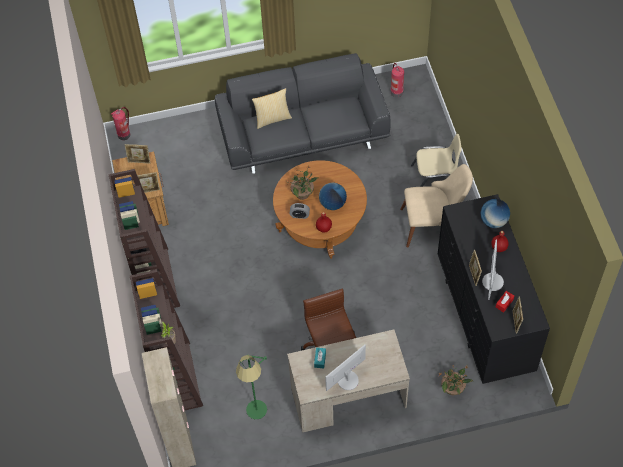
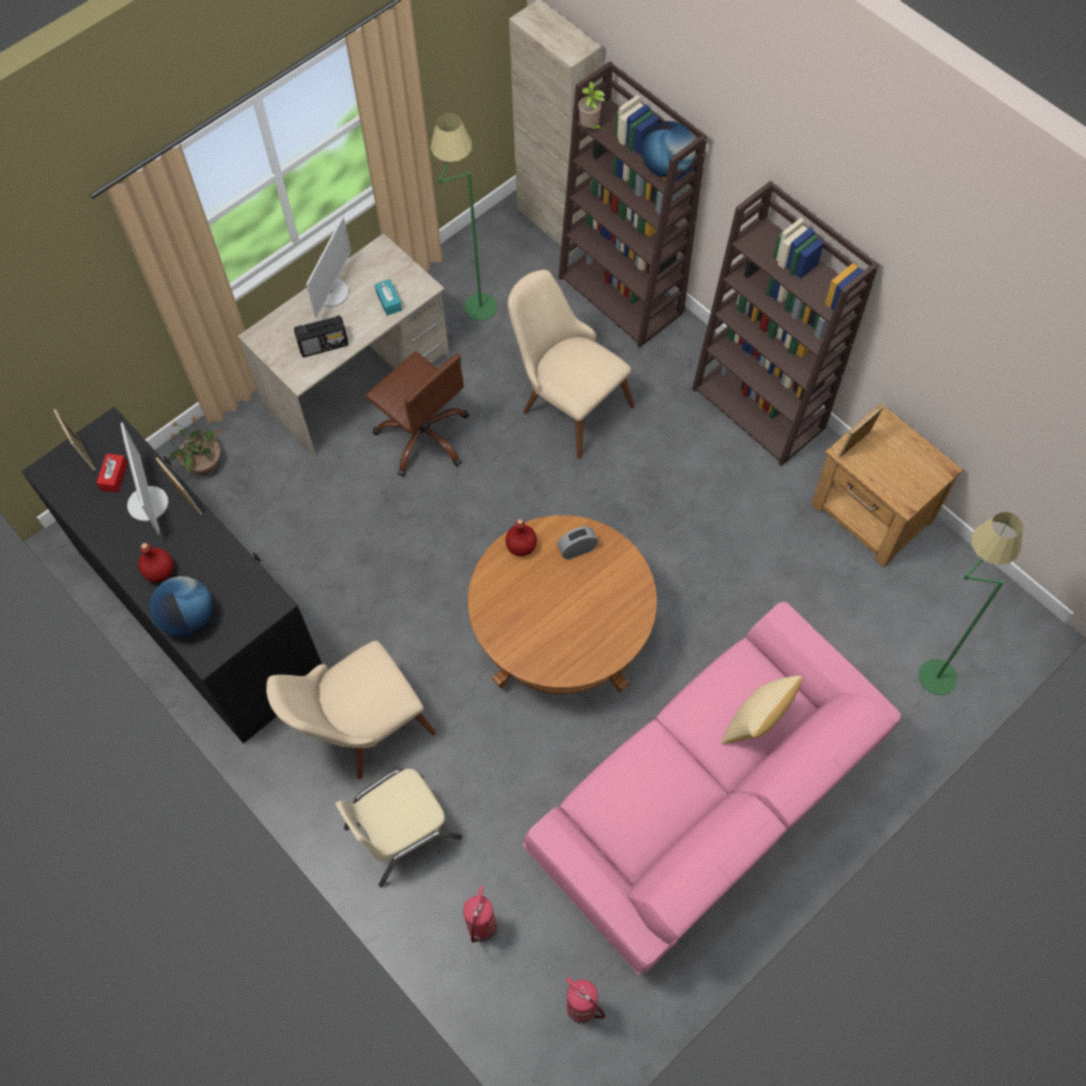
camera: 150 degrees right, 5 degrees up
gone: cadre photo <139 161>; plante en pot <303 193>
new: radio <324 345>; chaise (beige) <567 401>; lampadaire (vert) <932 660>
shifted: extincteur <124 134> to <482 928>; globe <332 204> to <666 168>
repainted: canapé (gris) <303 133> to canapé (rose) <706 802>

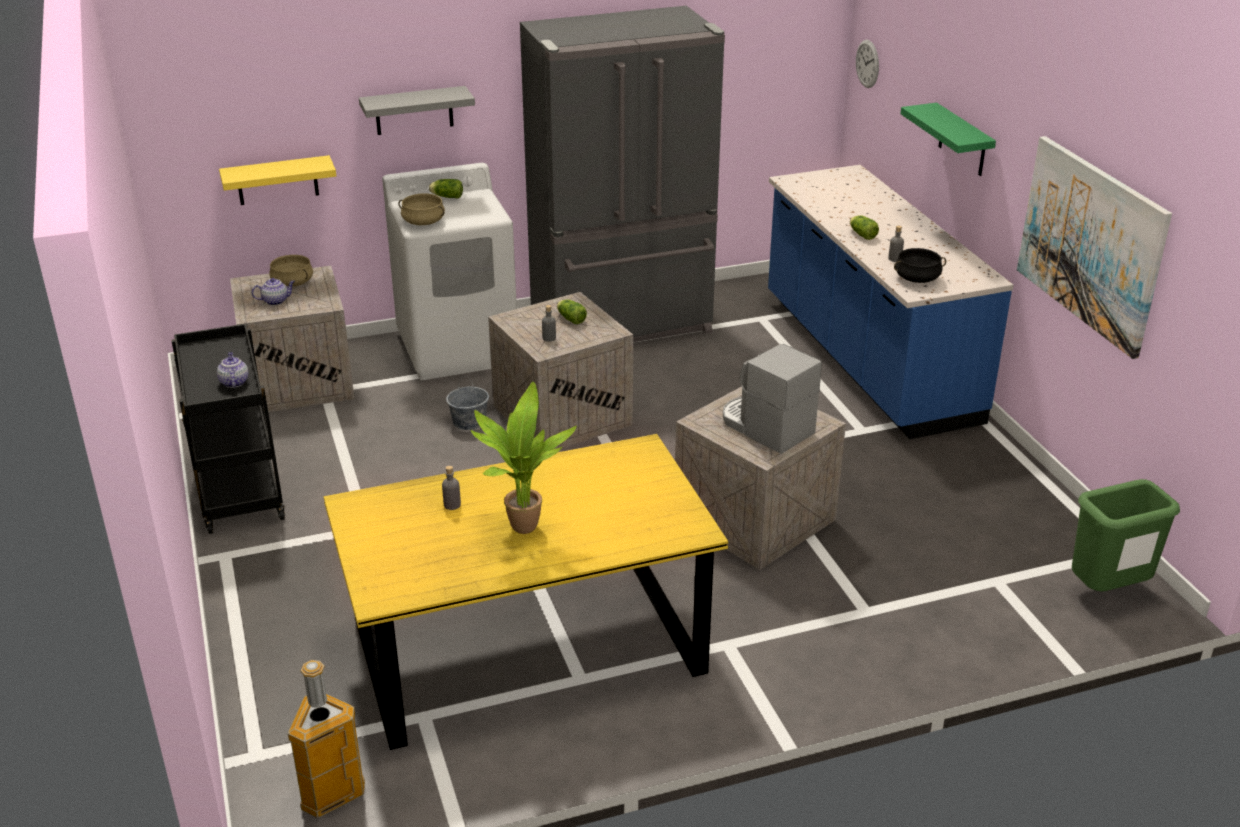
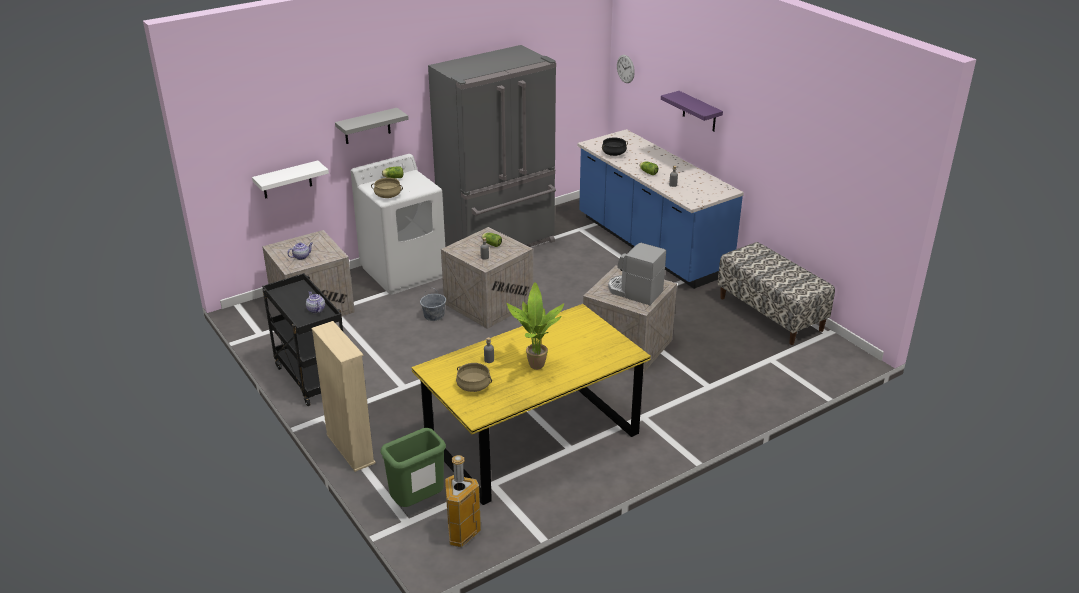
camera: 15 degrees left, 0 degrees up
gone: tableau <1090 243>
new: bibliothèque (beige) <350 449>; banc <771 314>
shifted: marmite (beige) <293 282> to <474 386>; marmite (noir) <917 278> to <614 154>; poubelle (vert) <1107 592> to <418 503>
repainted: étagère (jaune) <277 180> to étagère (blanc) <287 180>; étagère (vert) <962 141> to étagère (violet) <699 112>

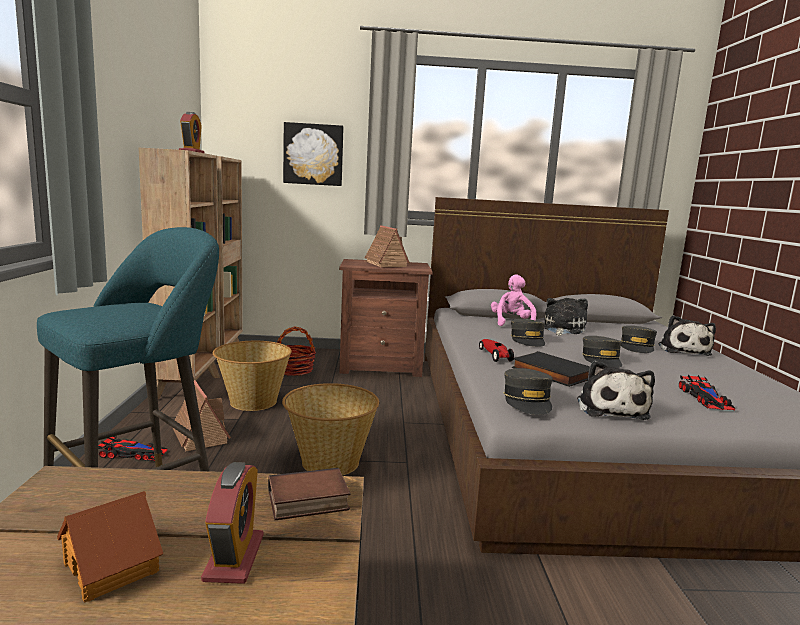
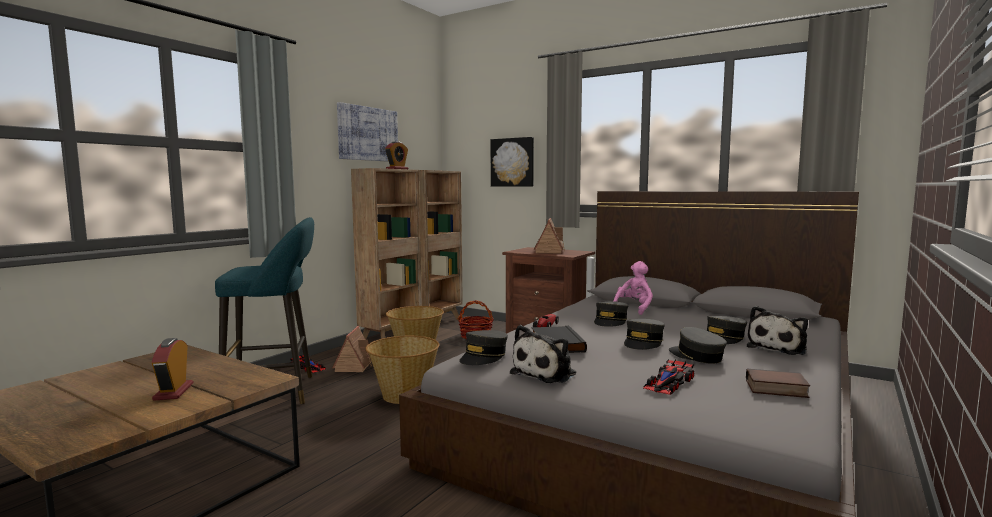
camera: 35 degrees right, 5 degrees down
gone: maison miniature <112 566>; peluche <562 329>
new: tableau <368 134>; casquette (gris) <696 356>
shifted: livre <307 502> to <775 389>
rotated: réveil <234 558> = <173 392> 135 degrees clockwise

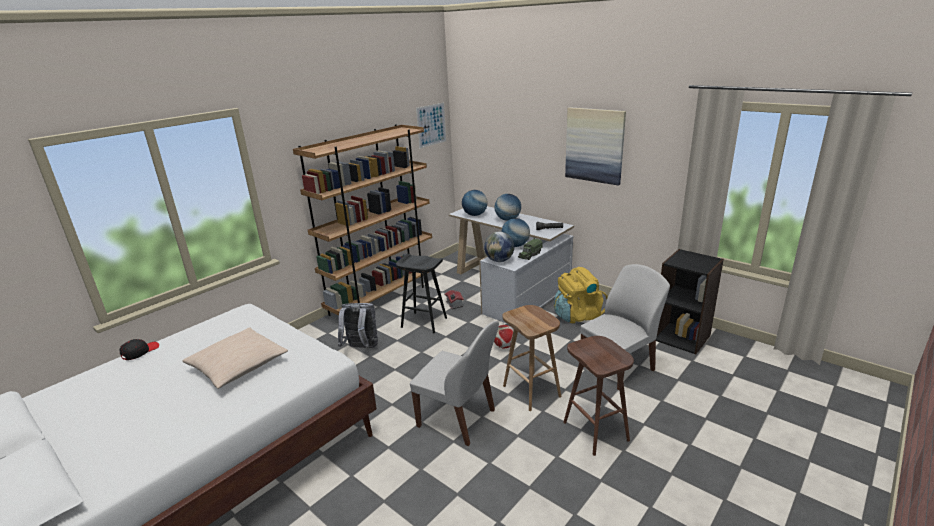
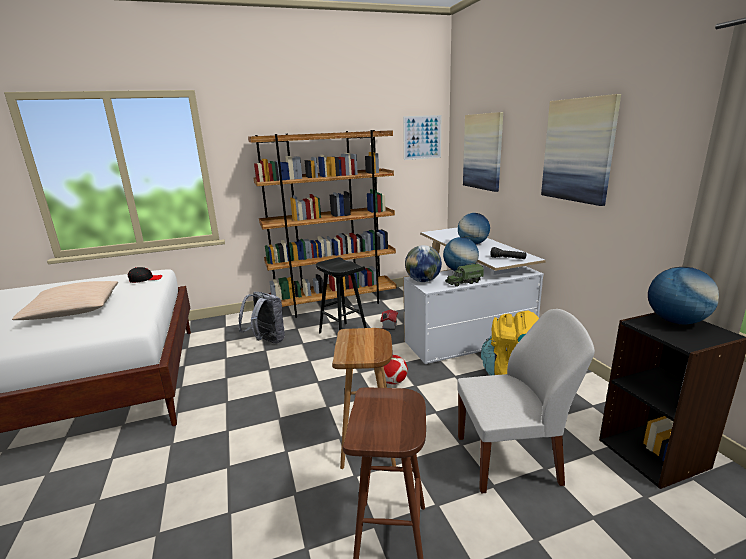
camera: 30 degrees right, 5 degrees down
gone: chaise (blanc) <458 419>
new: tableau <483 151>
shifted: casquette (noir) <140 352> to <145 279>; globe <475 215> to <676 321>

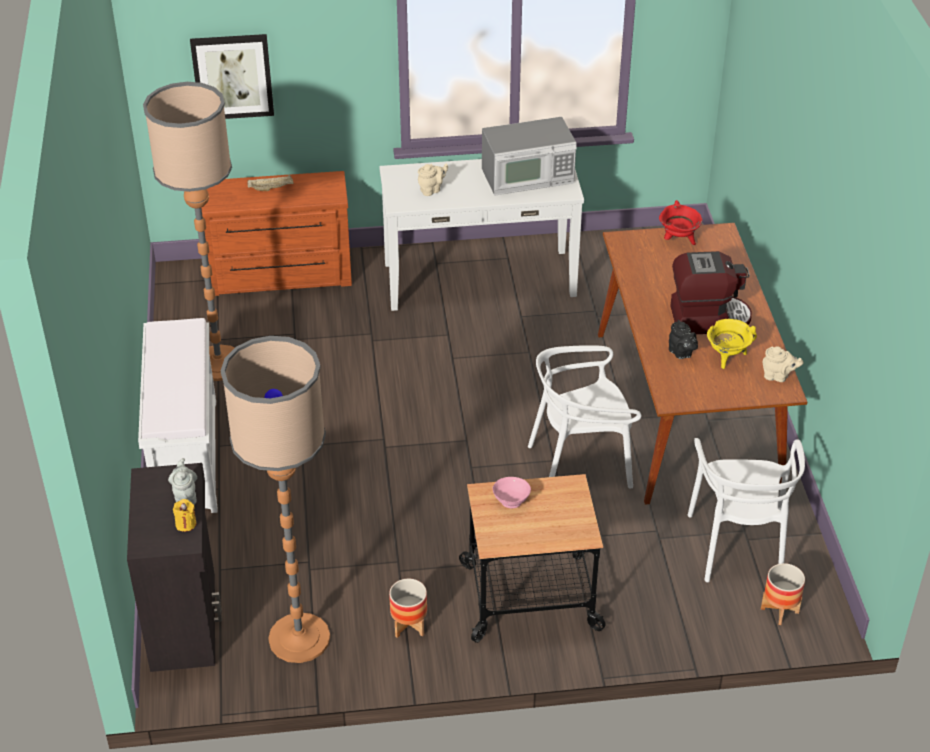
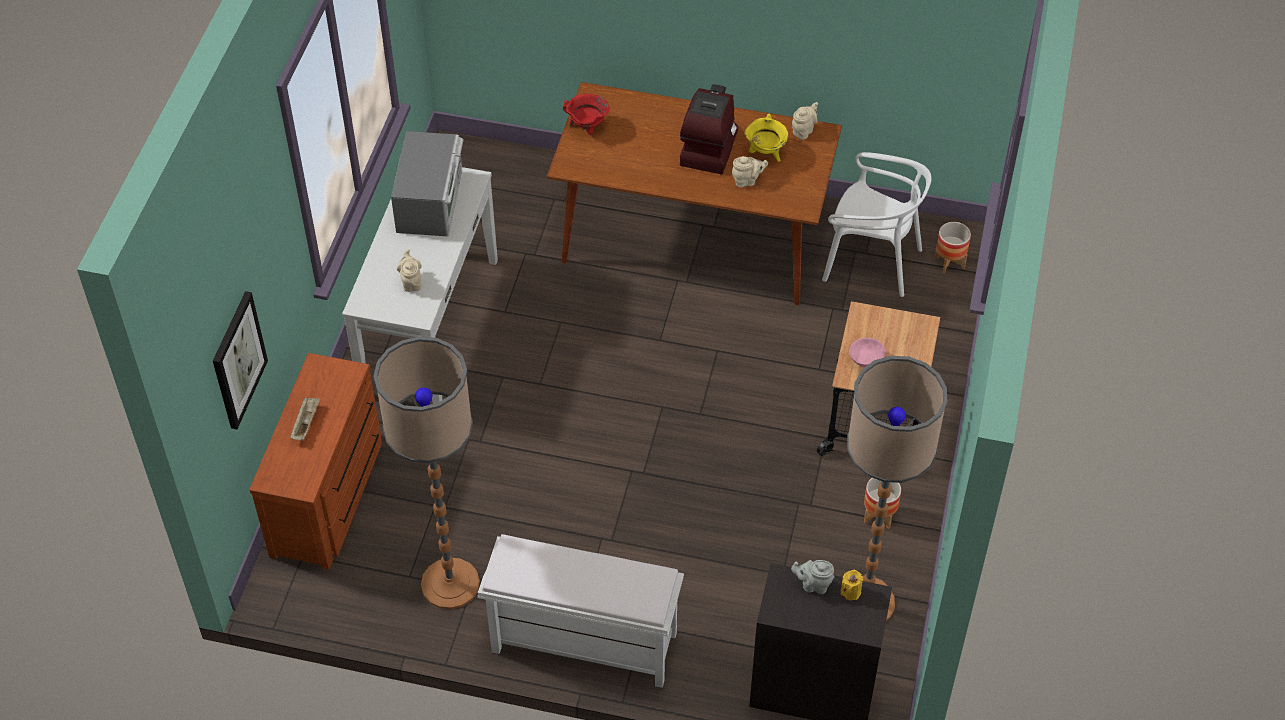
camera: 70 degrees left, 10 degrees up
gone: chaise (blanc) <580 463>
repainted: théière (noir) <681 353> to théière (beige) <747 181>

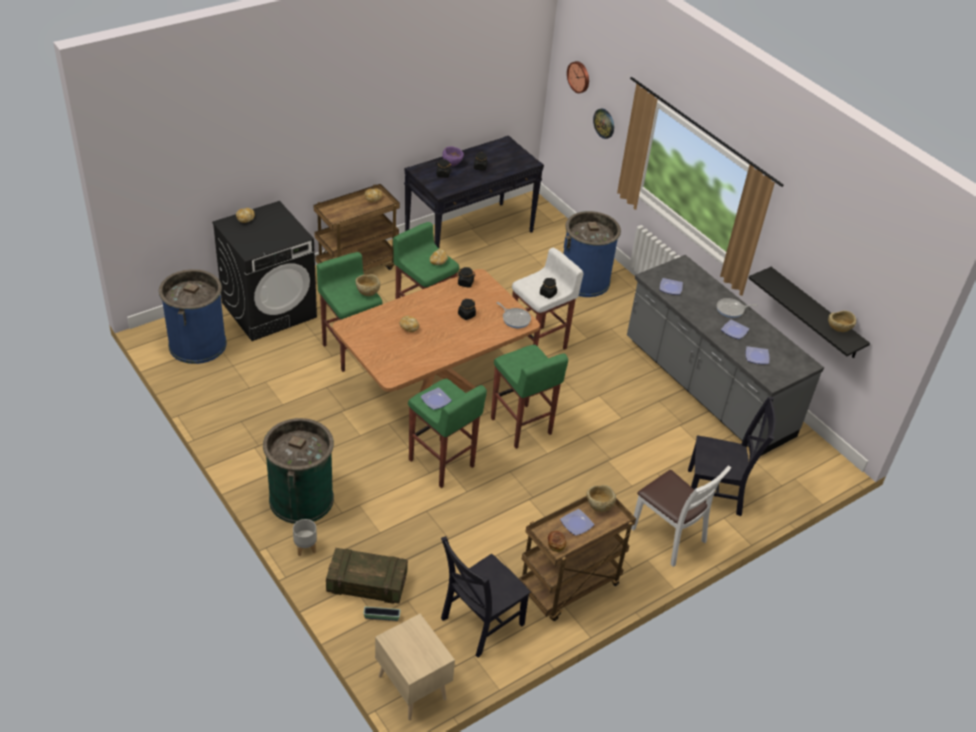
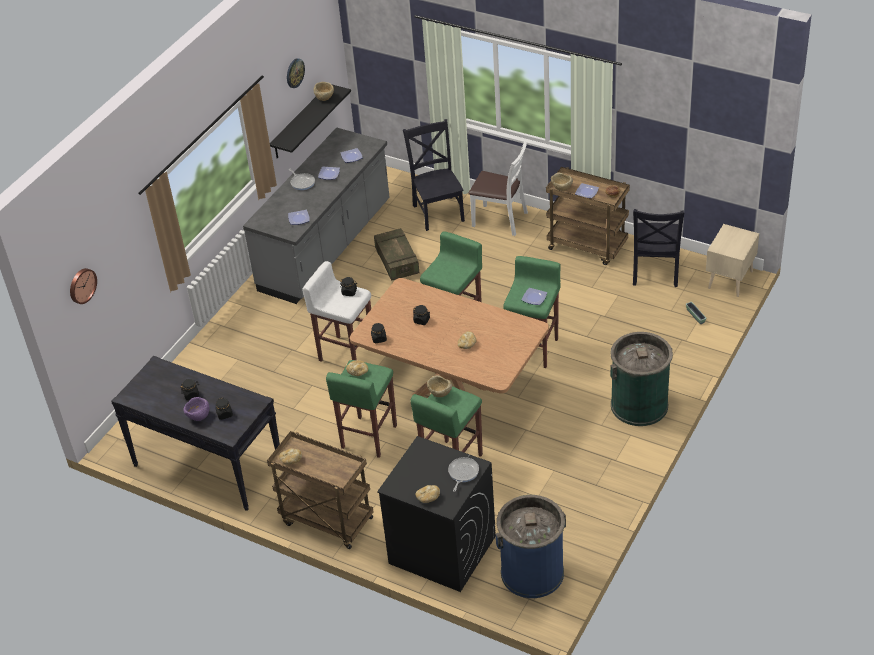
camera: 110 degrees left, 0 degrees up
gone: cache-pot (gris) <305 548>; poubelle (bleu) <584 280>
shifted: caisse <367 584> to <397 262>; poêle <515 319> to <462 473>; horloge murale <604 123> to <294 73>
rotated: chaise (noir) <479 623> = <655 272> 75 degrees clockwise; chaise (blanc) <668 536> = <500 220> 90 degrees clockwise

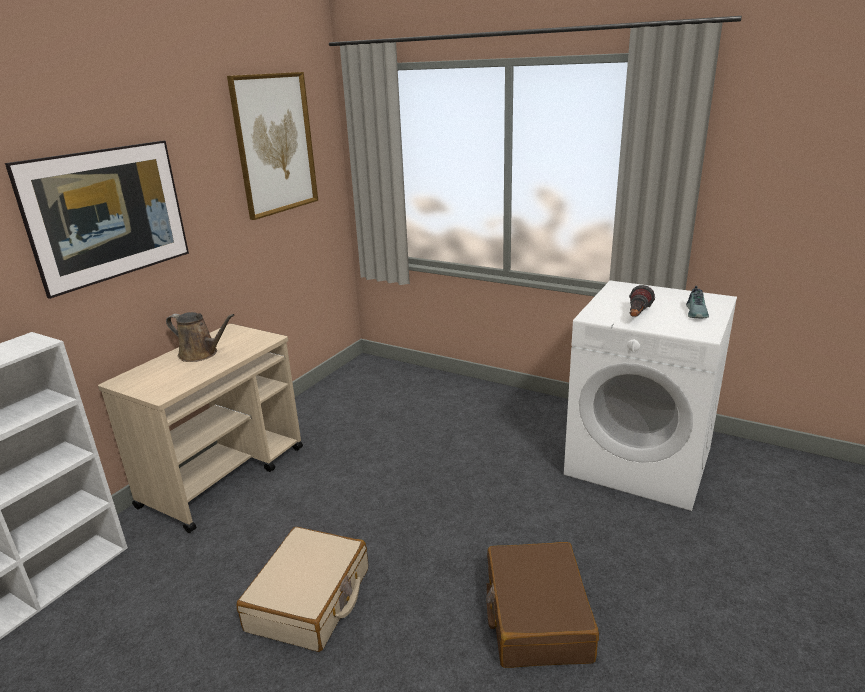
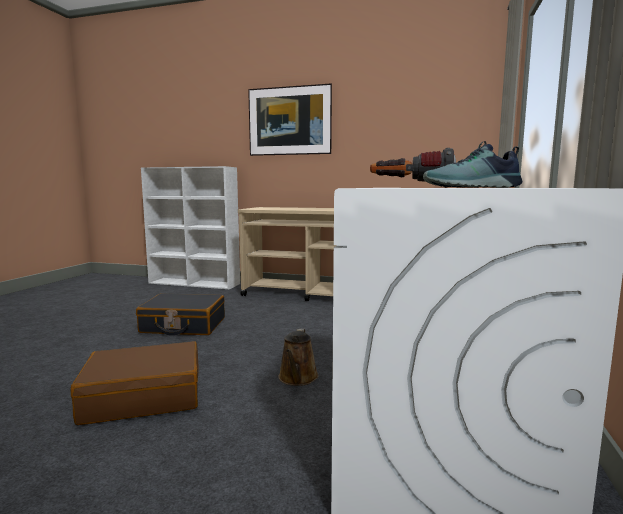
camera: 75 degrees right, 15 degrees down
gone: tableau <275 144>
shifted: arrosoir (marron) <201 354> to <297 378>
repainted: valise (beige) <310 600> to valise (noir) <183 325>

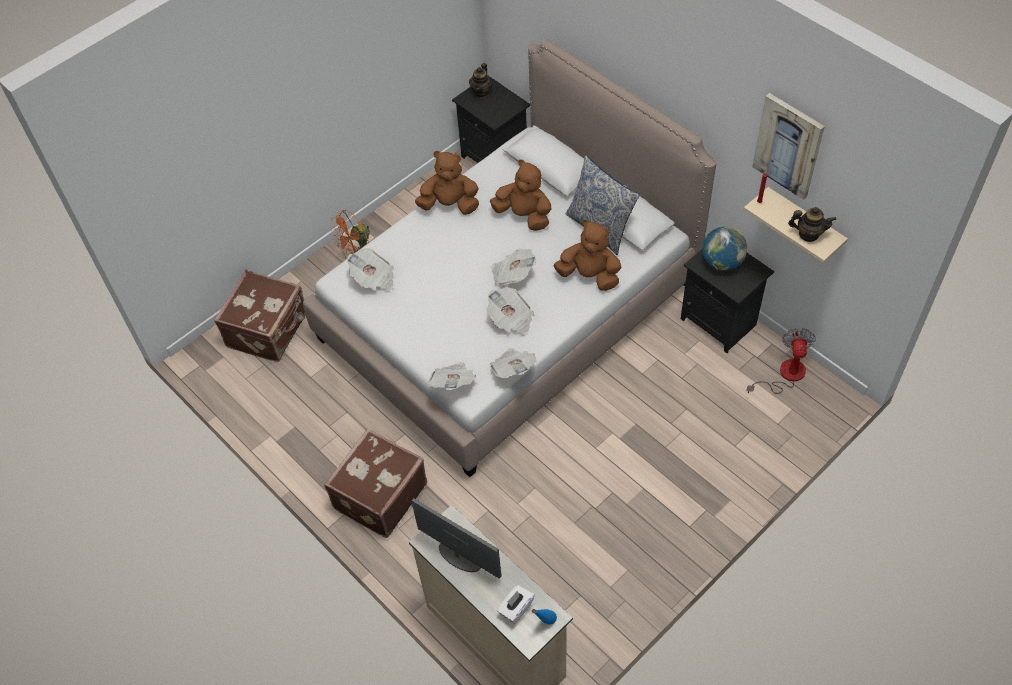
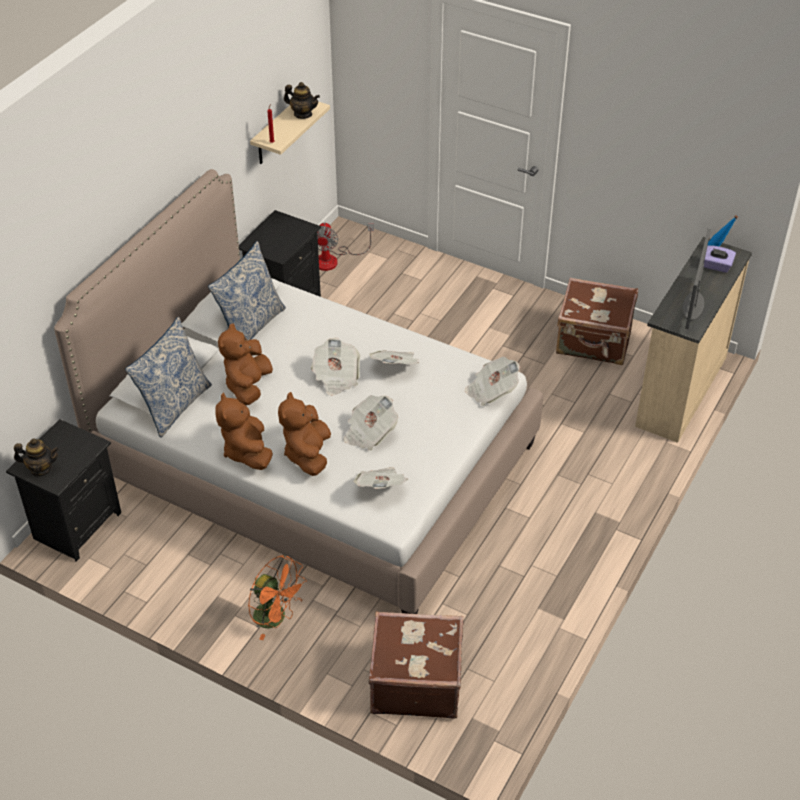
camera: 110 degrees left, 10 degrees down
gone: globe <722 262>; tableau <788 146>
new: coussin <174 406>
shifted: valise (marron) <378 496> to <594 342>; journal <513 369> to <369 433>; peluche (marron) <589 276> to <307 455>
repainted: boîte à mouchoirs (blanc) <516 609> to boîte à mouchoirs (violet) <716 266>
rotated: ventilateur <784 375> = <333 259> 75 degrees counterclockwise; théière <808 234> = <303 114> 120 degrees clockwise

